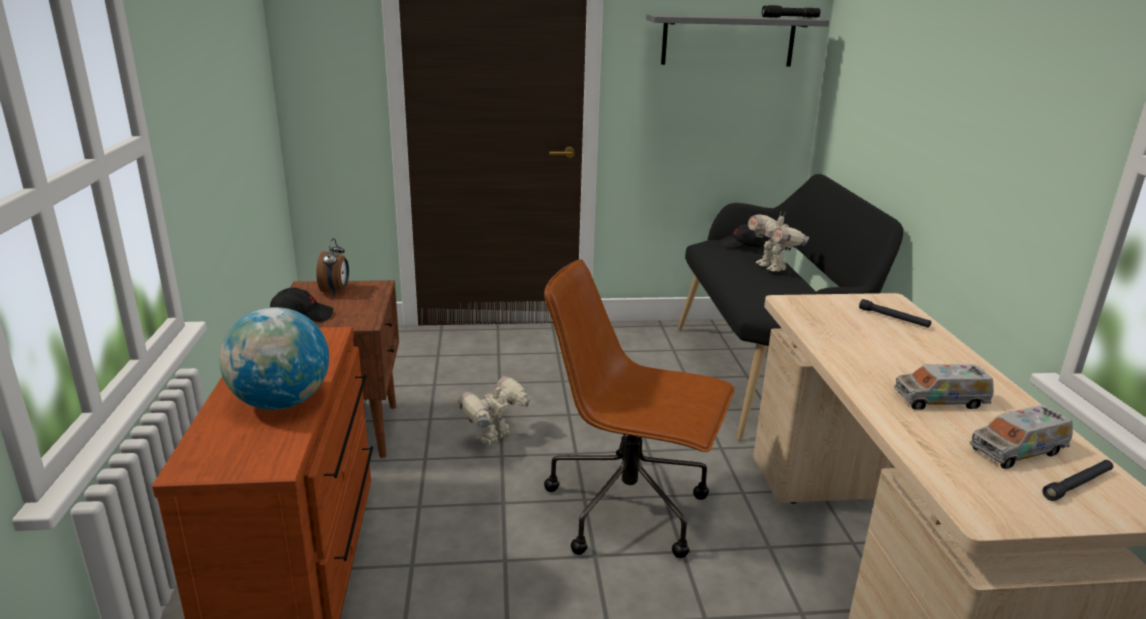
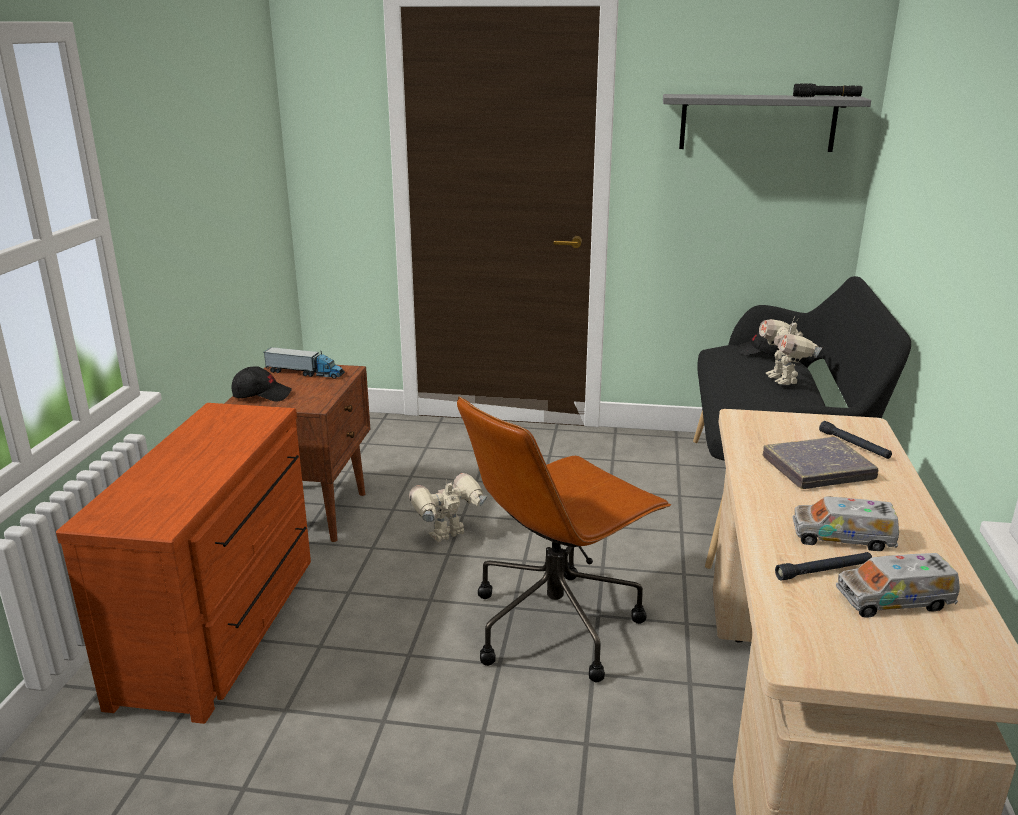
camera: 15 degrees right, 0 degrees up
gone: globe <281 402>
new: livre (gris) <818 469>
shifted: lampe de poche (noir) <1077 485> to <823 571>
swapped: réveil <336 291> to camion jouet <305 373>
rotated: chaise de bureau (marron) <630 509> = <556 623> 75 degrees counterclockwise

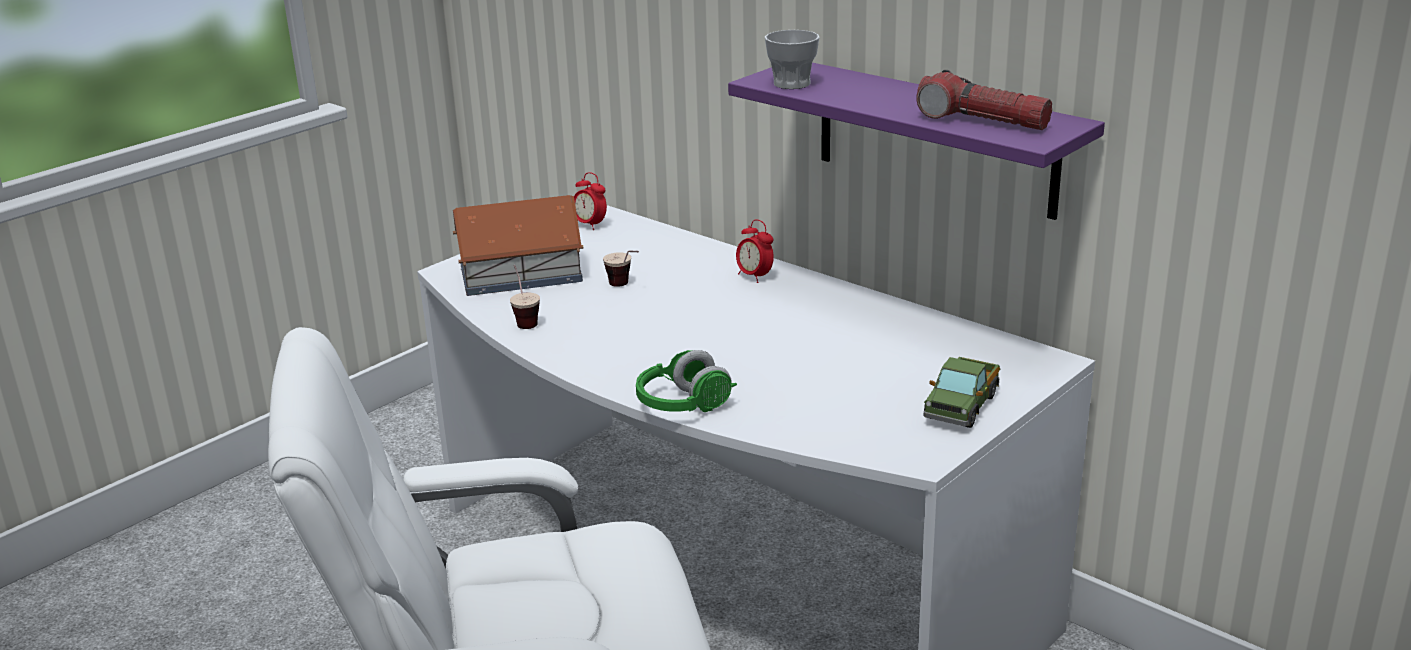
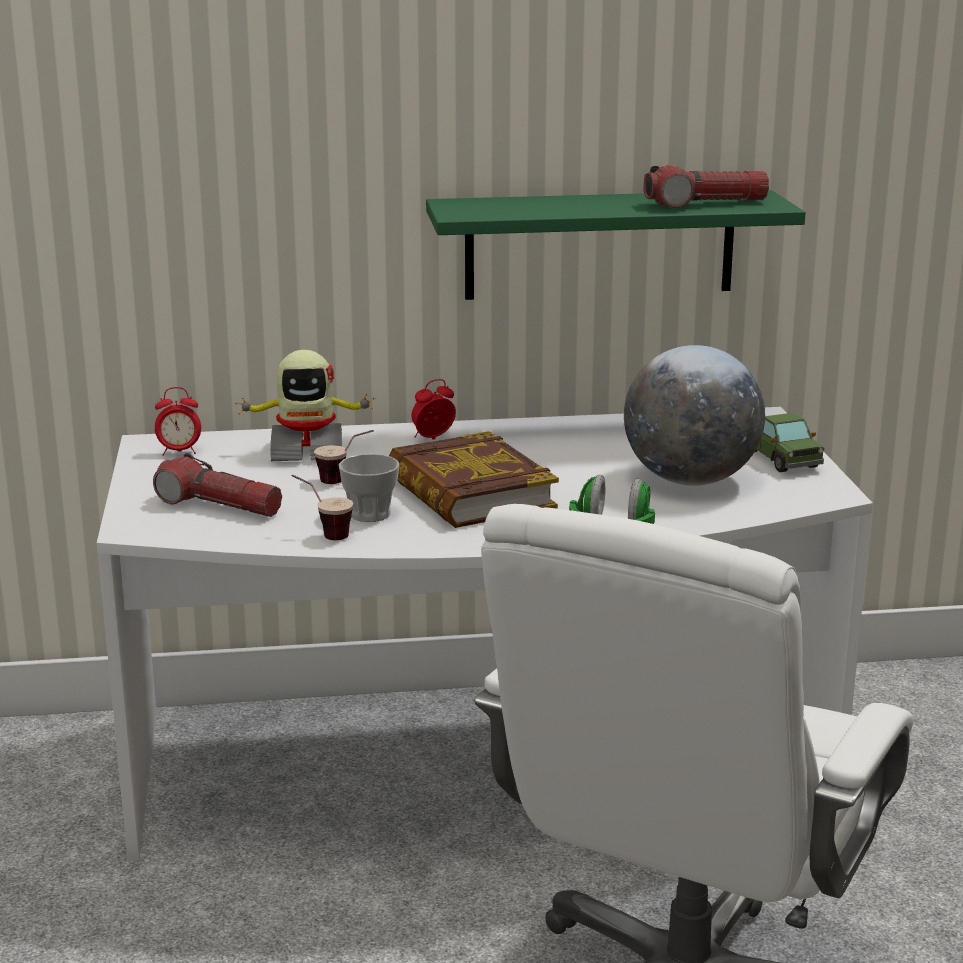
camera: 50 degrees left, 5 degrees down
new: robot jouet <307 450>; livre <469 493>; globe <690 480>
shifted: tasse <792 83> to <370 514>
swapped: maison miniature <522 273> to lampe de poche <219 506>
repainted: étagère (violet) <935 138> to étagère (vert) <600 244>
rotated: réveil <754 276> = <433 438> 150 degrees clockwise

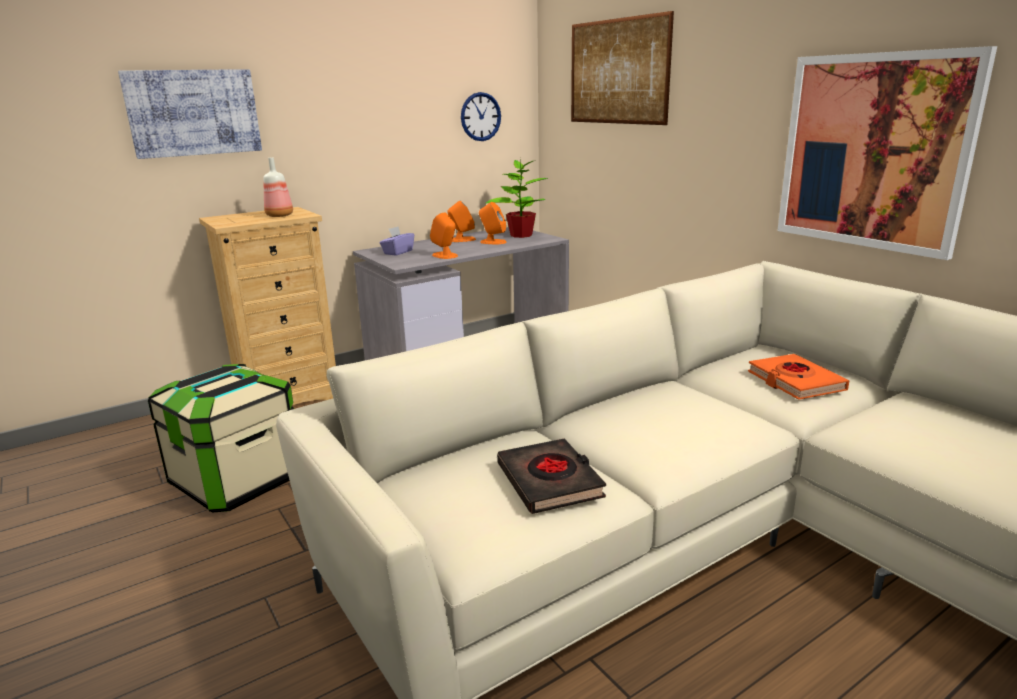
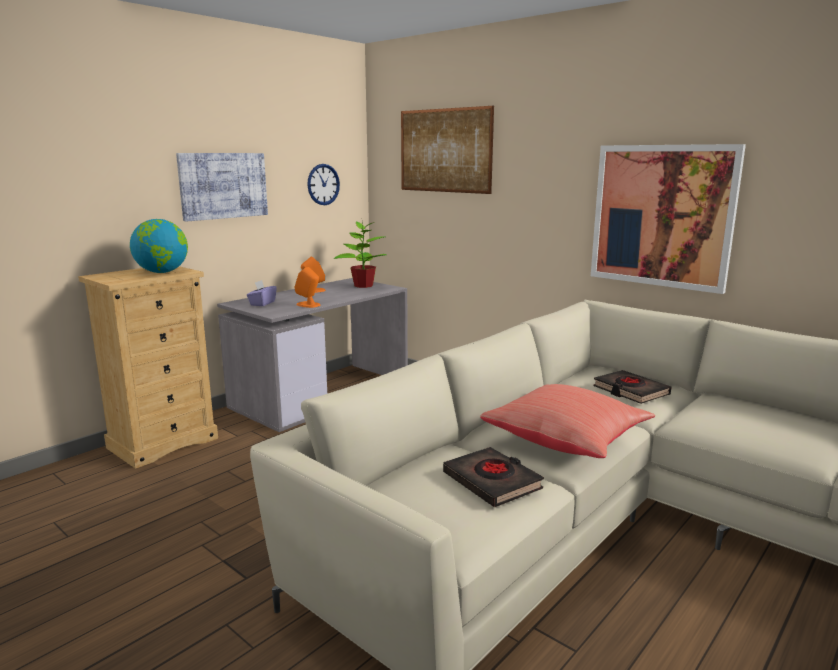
camera: 15 degrees left, 5 degrees down
gone: boîte de rangement <238 481>; enceinte (orange) <492 242>
new: coussin (rouge) <567 441>
shifted: tableau <193 113> to <223 185>
swapped: bouteille <280 215> to globe <162 272>
repainted: livre (orange) <795 382> to livre (noir) <630 391>

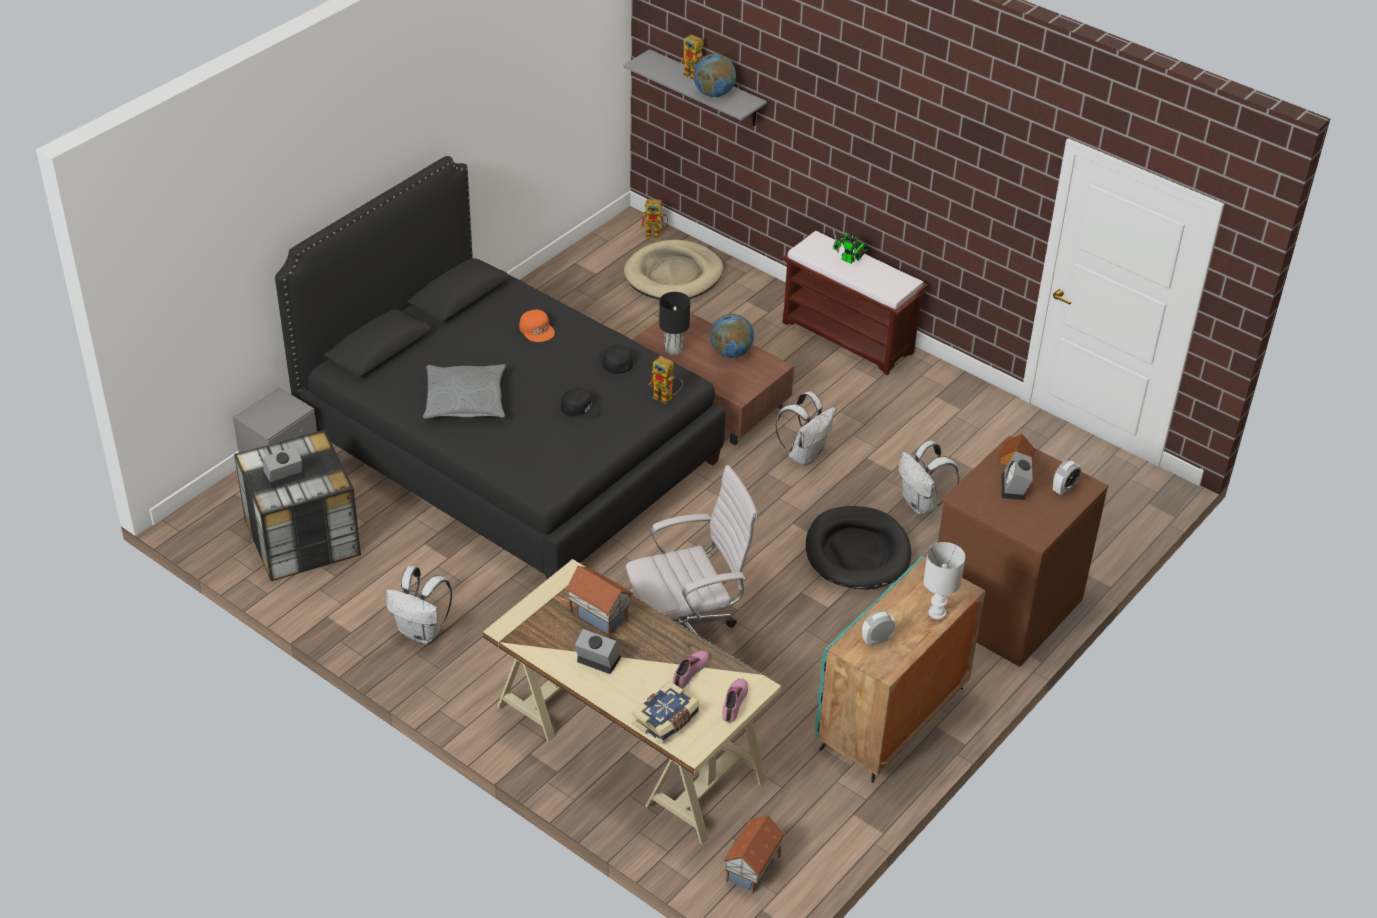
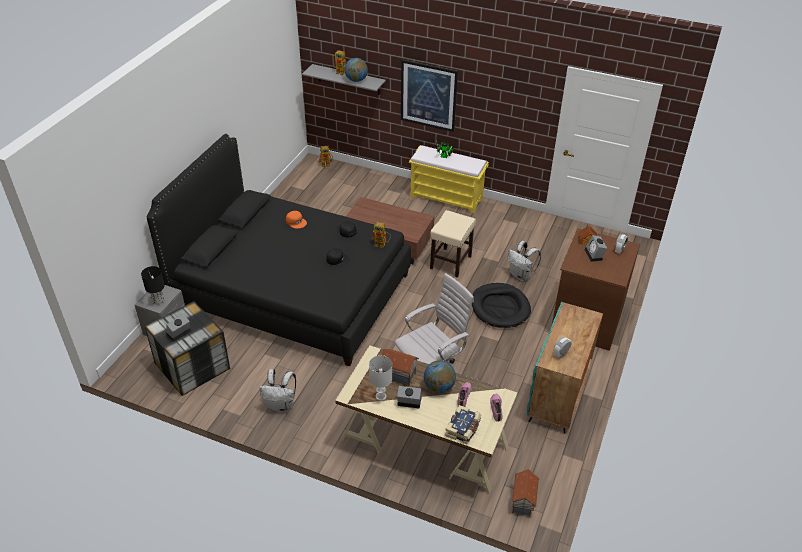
camera: 15 degrees left, 0 degrees up
gone: coussin (gris) <465 400>; panier pour chien (beige) <673 275>
new: tableau <428 95>
shifted: lampe de table (noir) <673 349> to <158 300>; globe <731 353> to <439 387>; lampe de table (blanc) <936 613> to <380 397>
swapped: sac à dos (blanc) <805 454> to tabouret (beige) <451 262>
repainted: banc (marron) <849 337> to banc (jaune) <447 198>

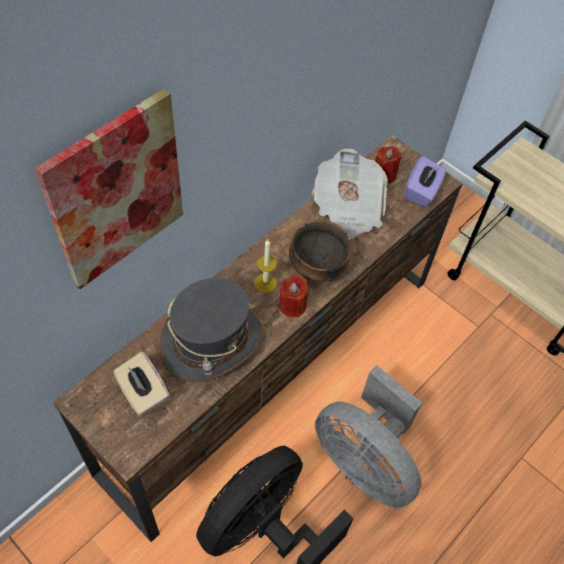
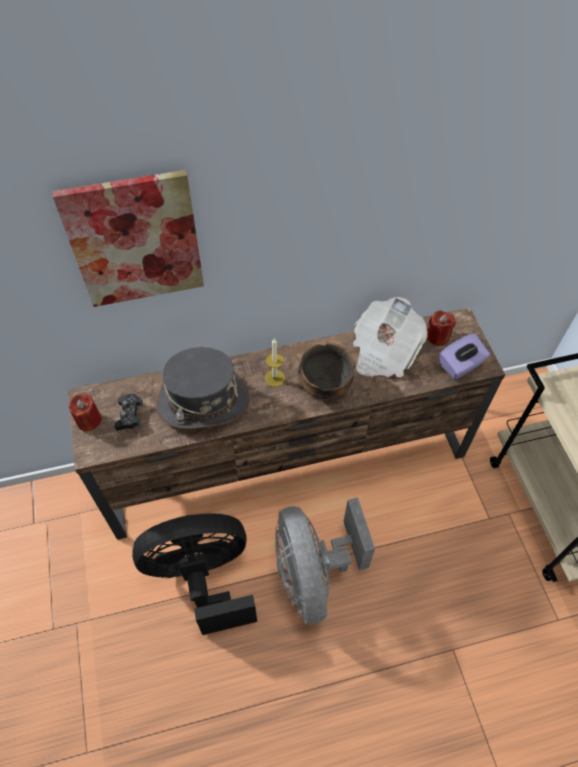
camera: 35 degrees right, 0 degrees up
shifted: bougie (rouge) <292 305> to <89 420>
swapped: boîte à mouchoirs (beige) <143 394> to manette (noir) <129 415>

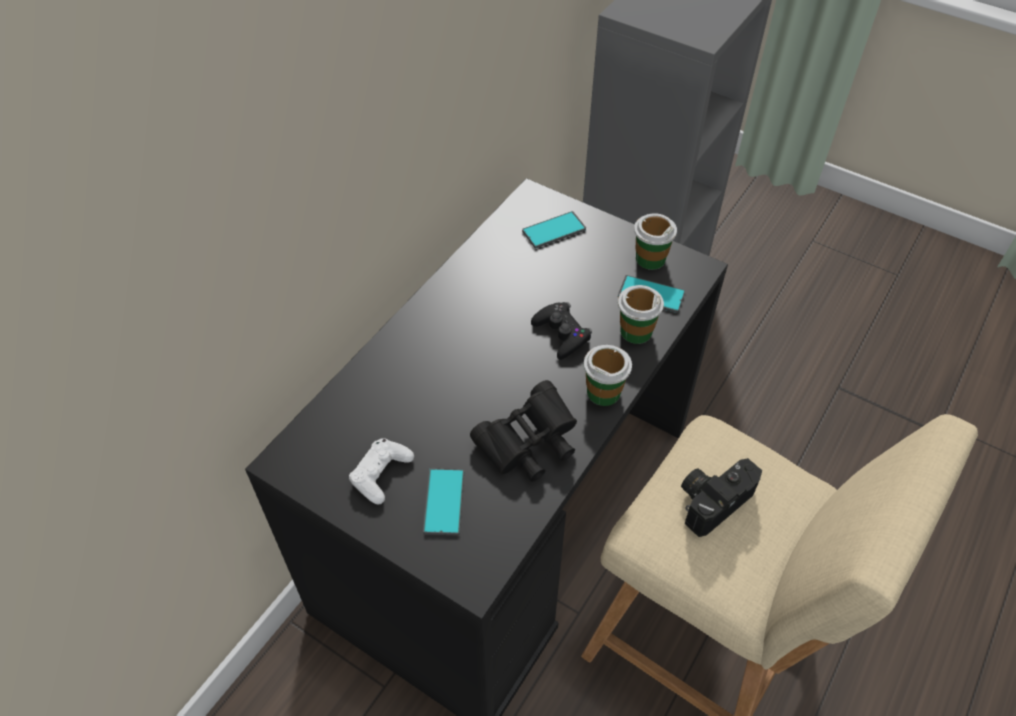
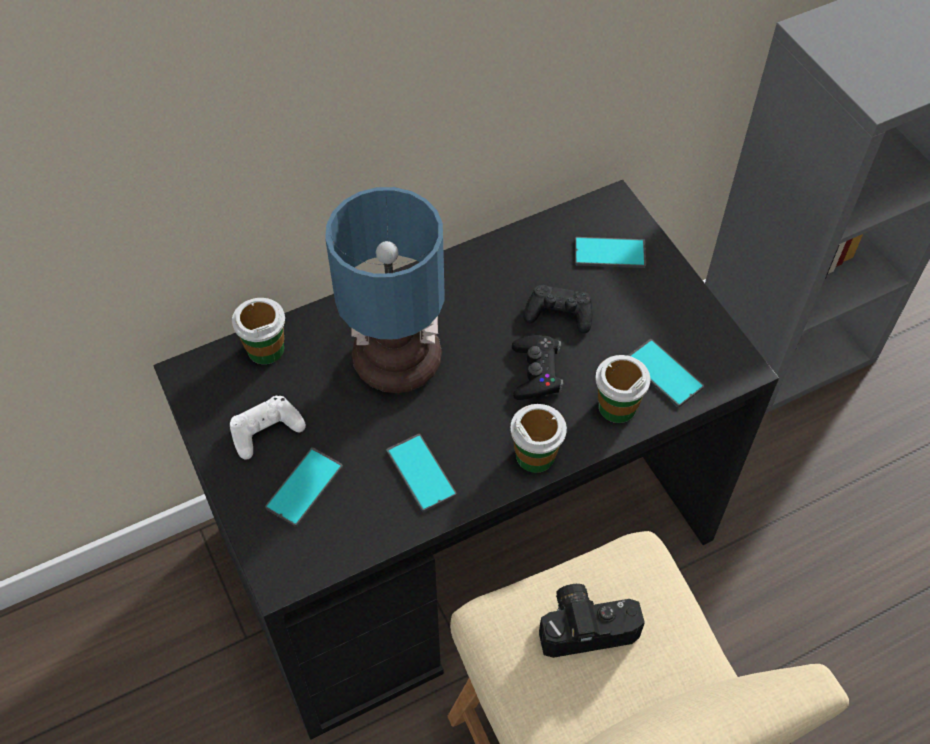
camera: 30 degrees right, 5 degrees up
new: lampe de table <394 362>; manette (noir) <559 314>
shifted: tasse <650 258> to <265 348>
swapped: jumelles (noir) <528 446> to téléphone <421 473>

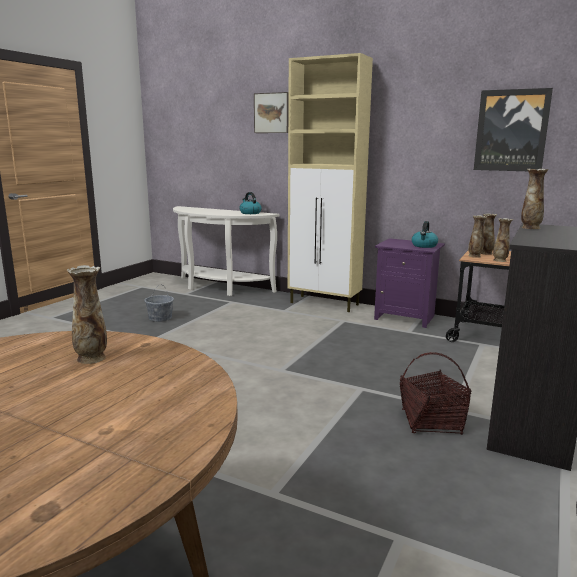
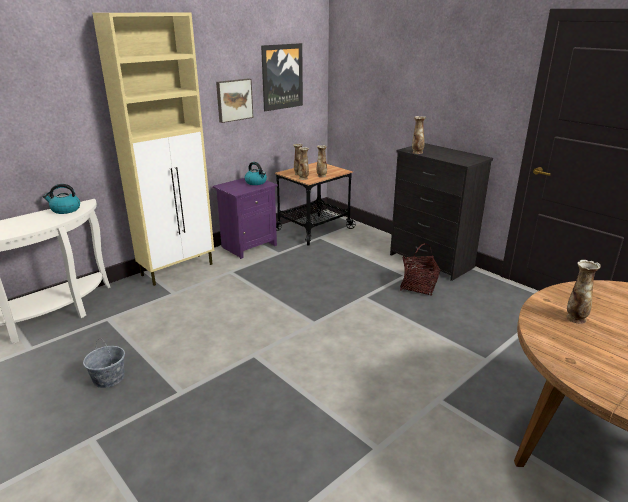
camera: 70 degrees left, 10 degrees up
shifted: tableau <272 113> to <234 100>

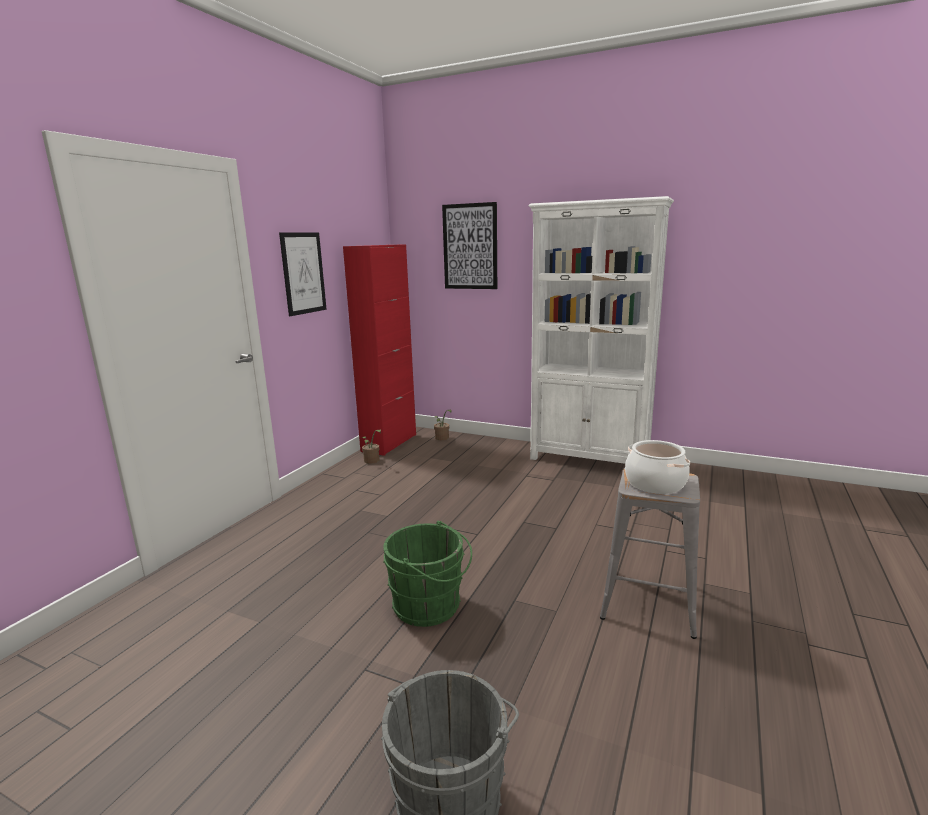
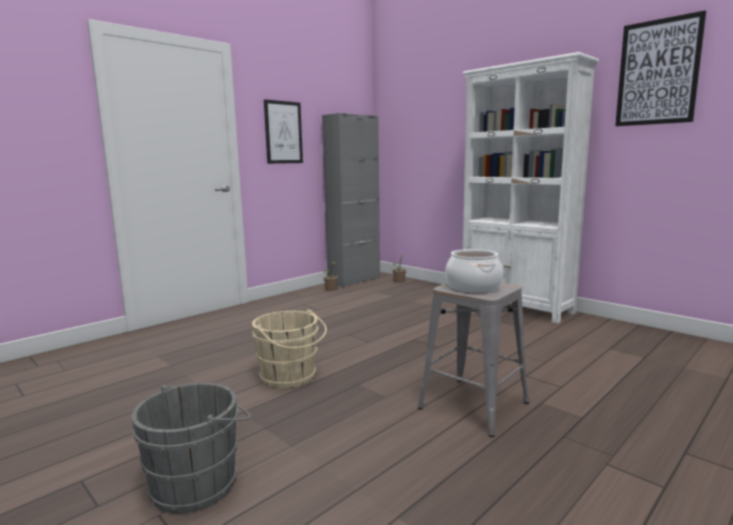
camera: 20 degrees right, 5 degrees down
shifted: tableau <470 247> to <658 72>
repainted: meuble de rangement (rouge) <389 443> to meuble de rangement (gris) <354 280>; seau (vert) <430 606> to seau (beige) <290 377>

